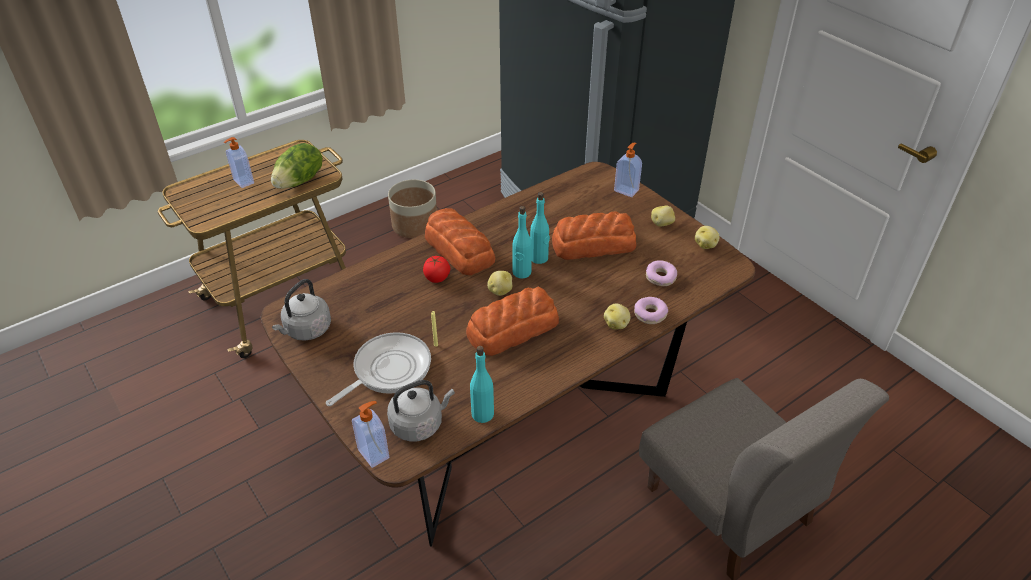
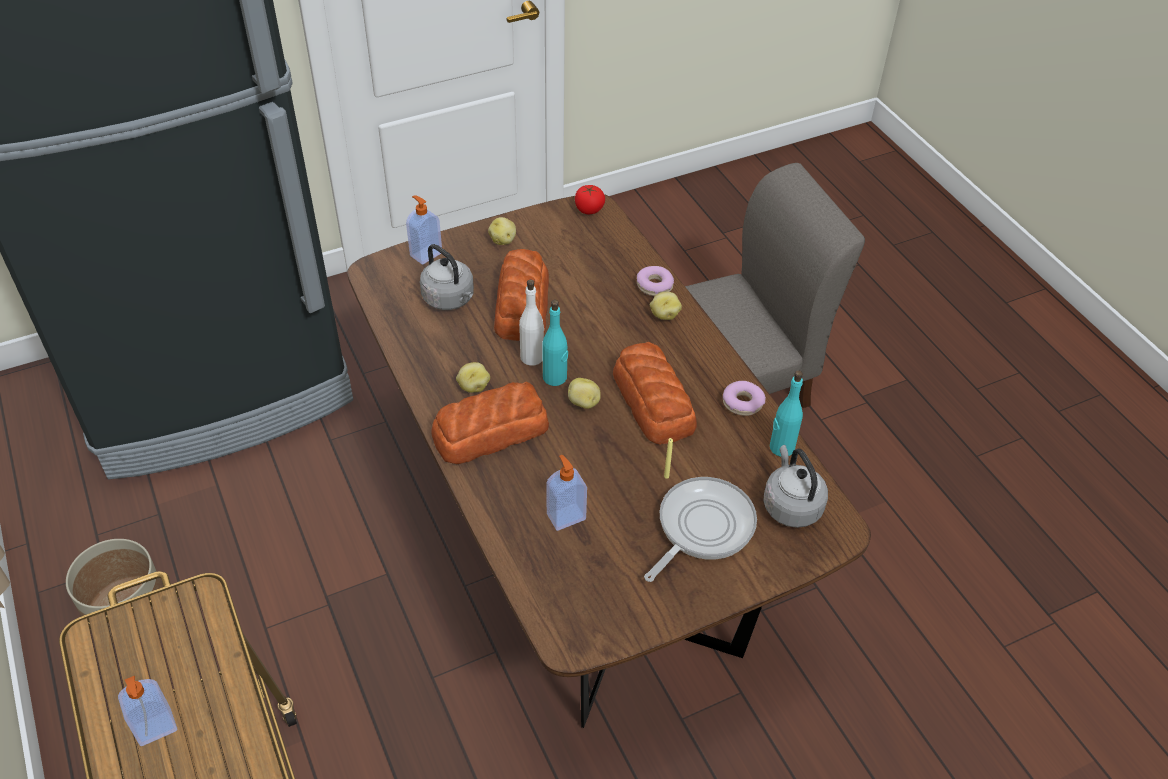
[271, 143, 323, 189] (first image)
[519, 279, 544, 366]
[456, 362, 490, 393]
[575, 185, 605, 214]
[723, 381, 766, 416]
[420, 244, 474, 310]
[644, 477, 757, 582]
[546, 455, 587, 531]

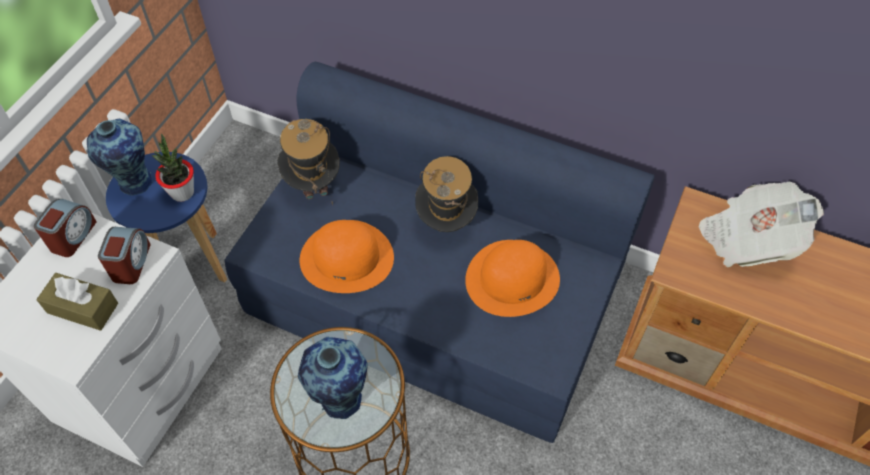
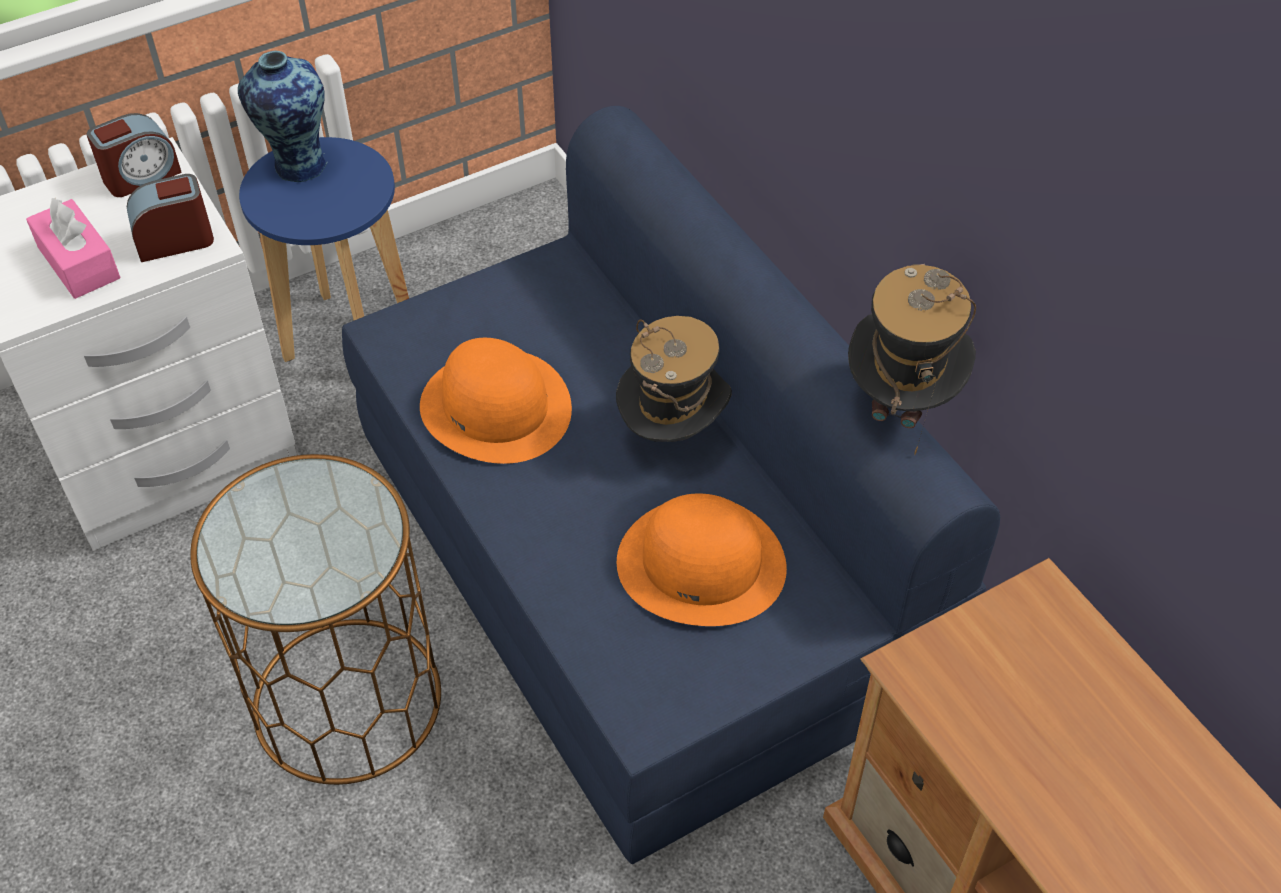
[848, 264, 976, 455]
[151, 134, 194, 202] (first image)
[698, 182, 824, 267] (first image)
[127, 174, 214, 262]
[26, 198, 121, 299]
[298, 337, 368, 419] (first image)

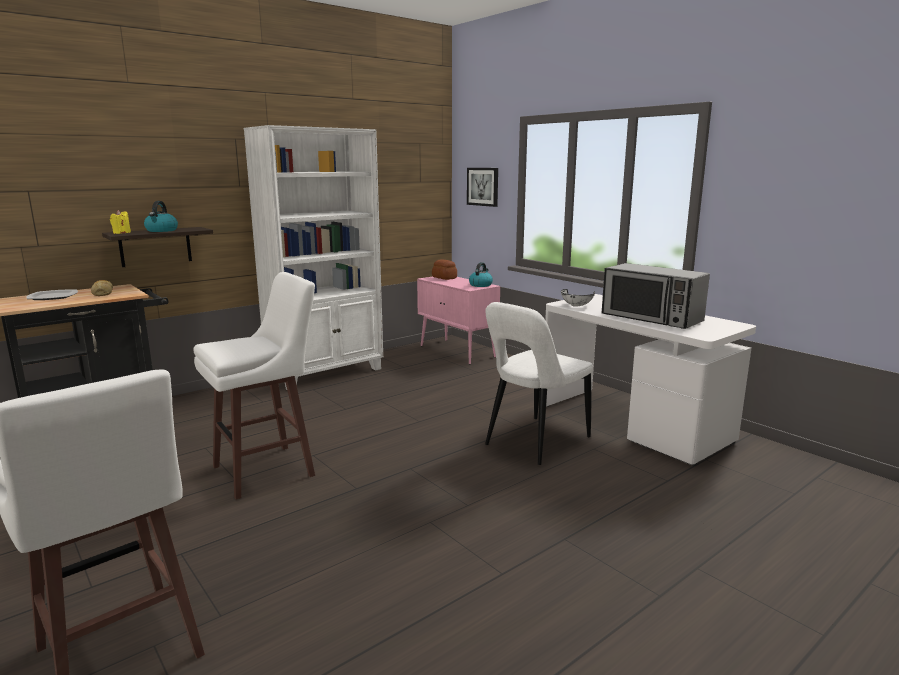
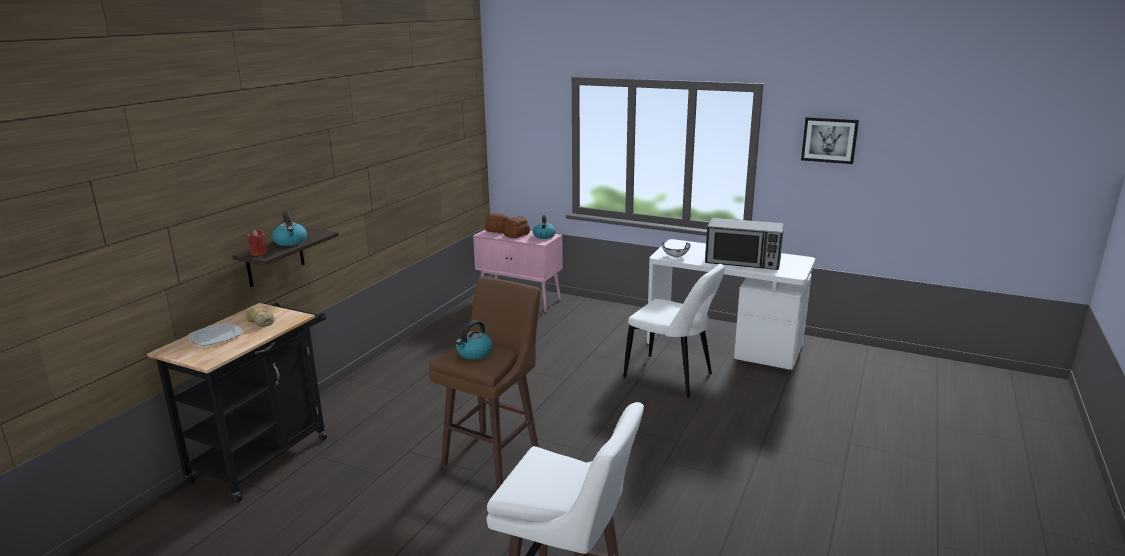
[244, 125, 383, 390] (first image)
[801, 117, 859, 164]
[247, 230, 268, 256]
[429, 276, 541, 487]
[623, 264, 725, 398]
[504, 216, 530, 238]
[456, 320, 492, 359]

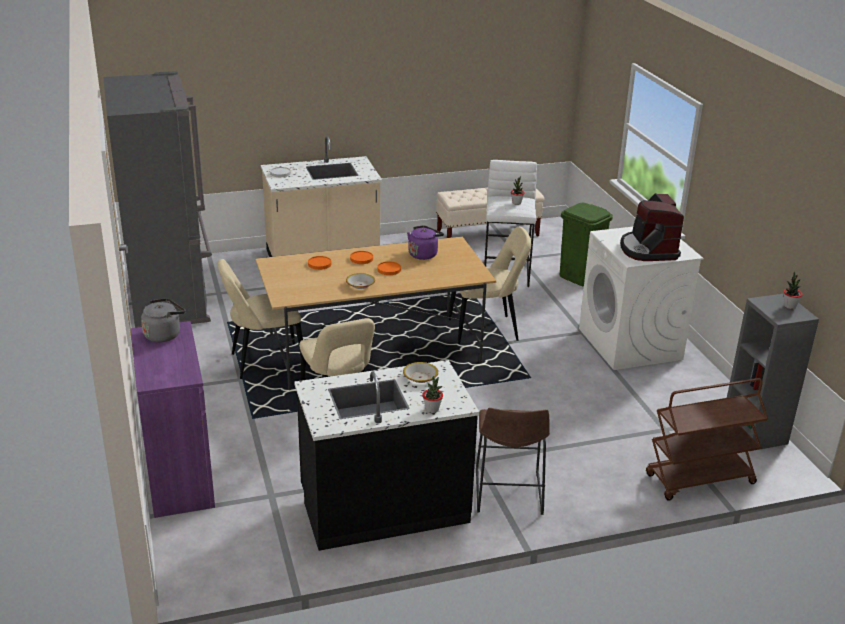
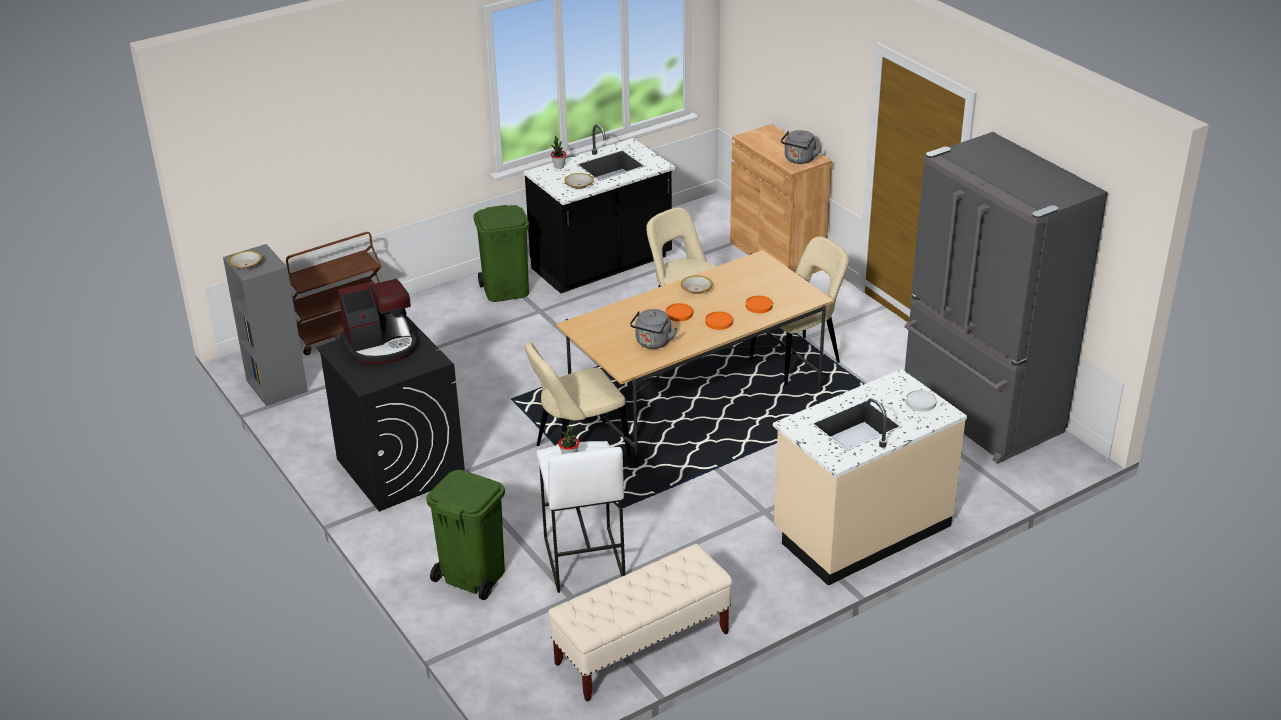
[338, 278, 417, 364]
[630, 309, 677, 349]
[316, 317, 465, 512]
[229, 251, 262, 269]
[730, 124, 832, 274]
[473, 205, 529, 302]

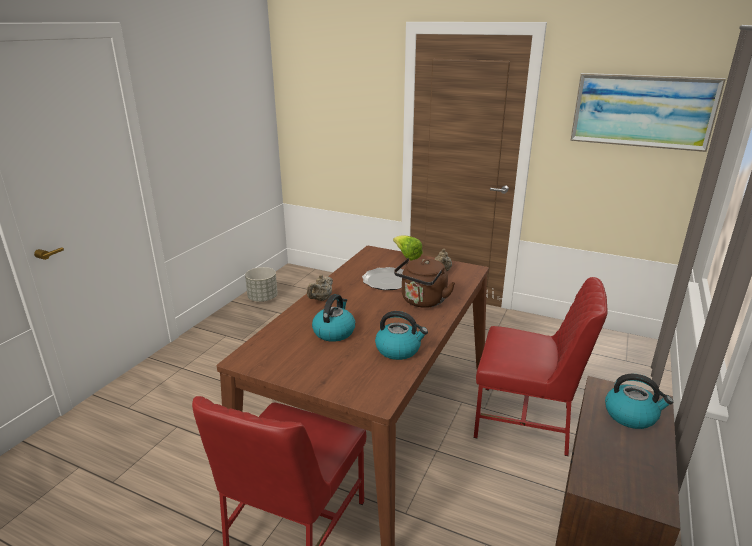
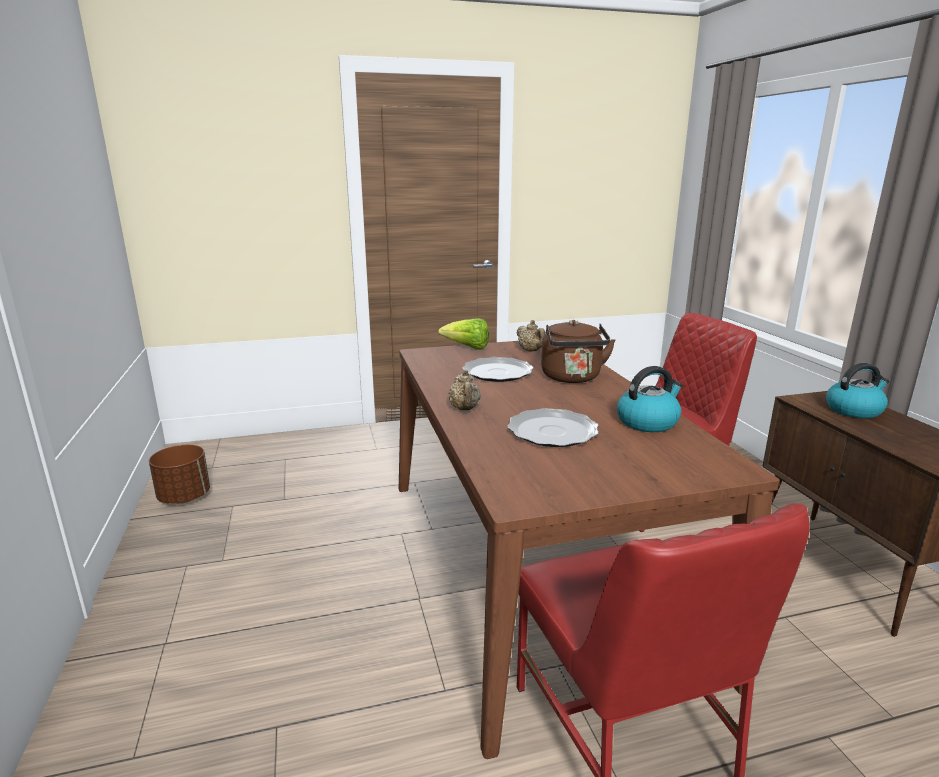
[570, 73, 726, 152] (first image)
[149, 445, 210, 504]
[507, 408, 599, 447]

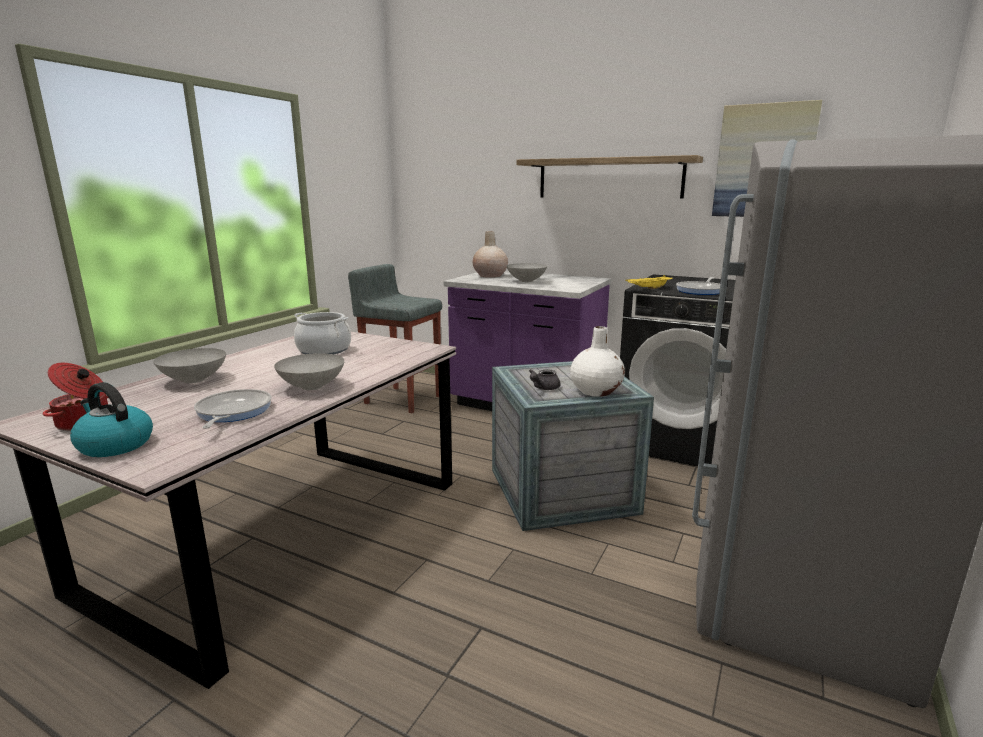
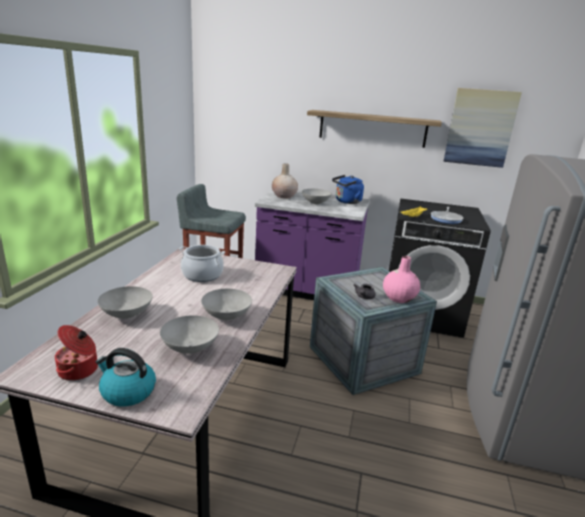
[383, 256, 420, 303]
[160, 315, 219, 354]
[332, 175, 364, 204]

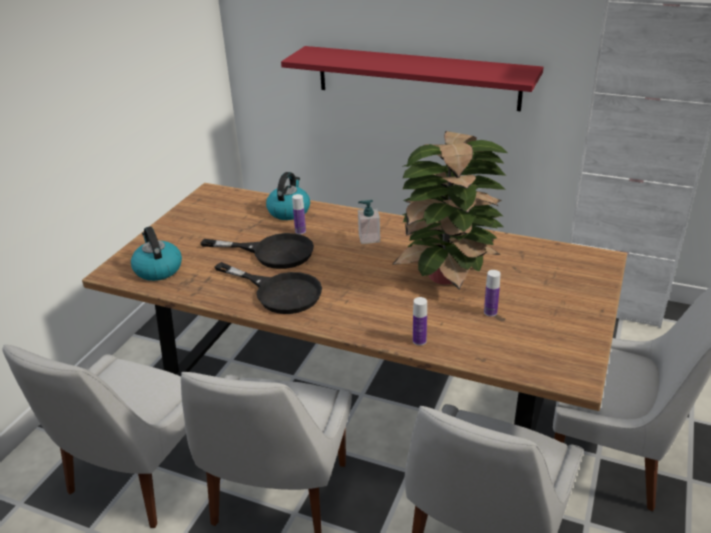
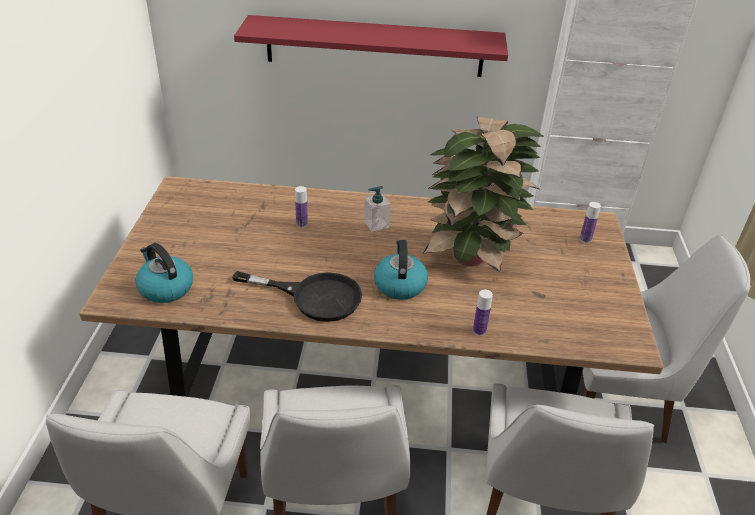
[374, 240, 428, 300]
[200, 233, 314, 269] (first image)
[580, 202, 601, 243]

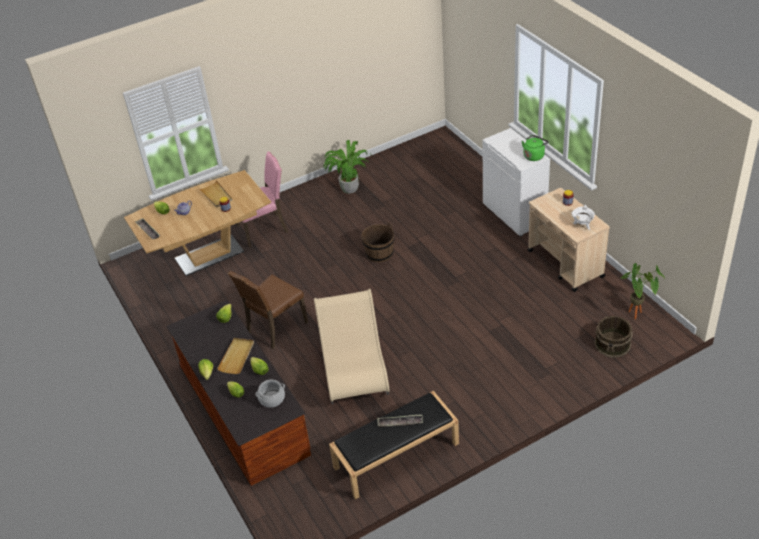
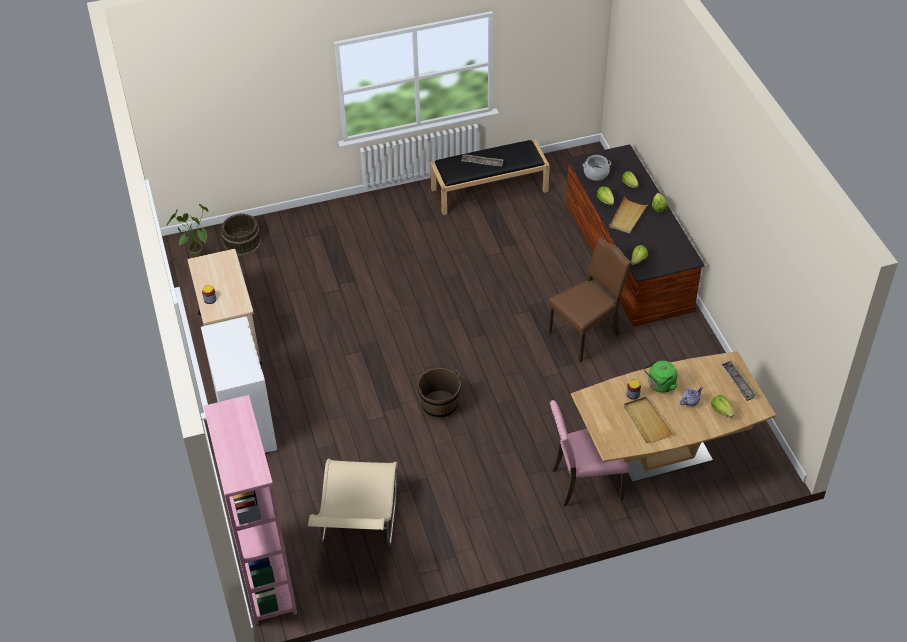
[644, 360, 677, 393]
[324, 140, 372, 194] (first image)
[571, 205, 595, 230] (first image)
[308, 458, 398, 546]
[203, 395, 297, 625]

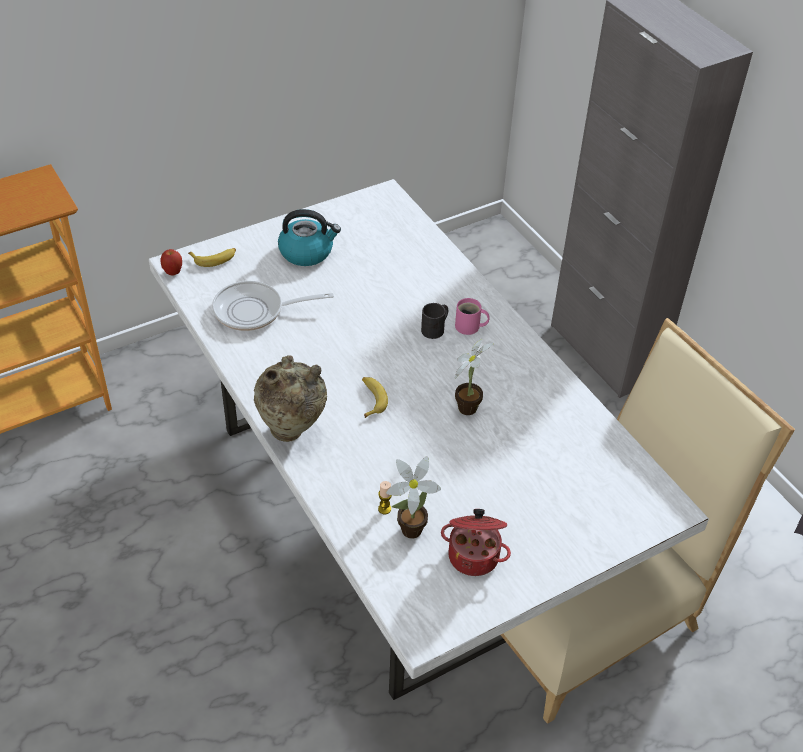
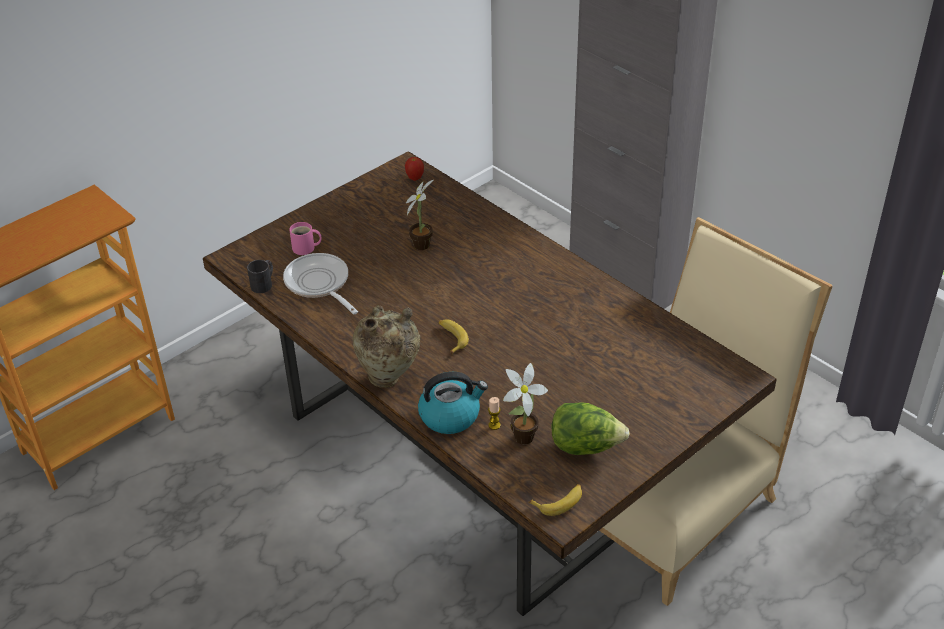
[203, 151, 776, 616]
[418, 372, 488, 434]
[528, 484, 582, 516]
[405, 157, 424, 181]
[283, 253, 358, 314]
[289, 222, 321, 255]
[247, 260, 273, 293]
[406, 180, 433, 250]
[551, 402, 630, 455]

